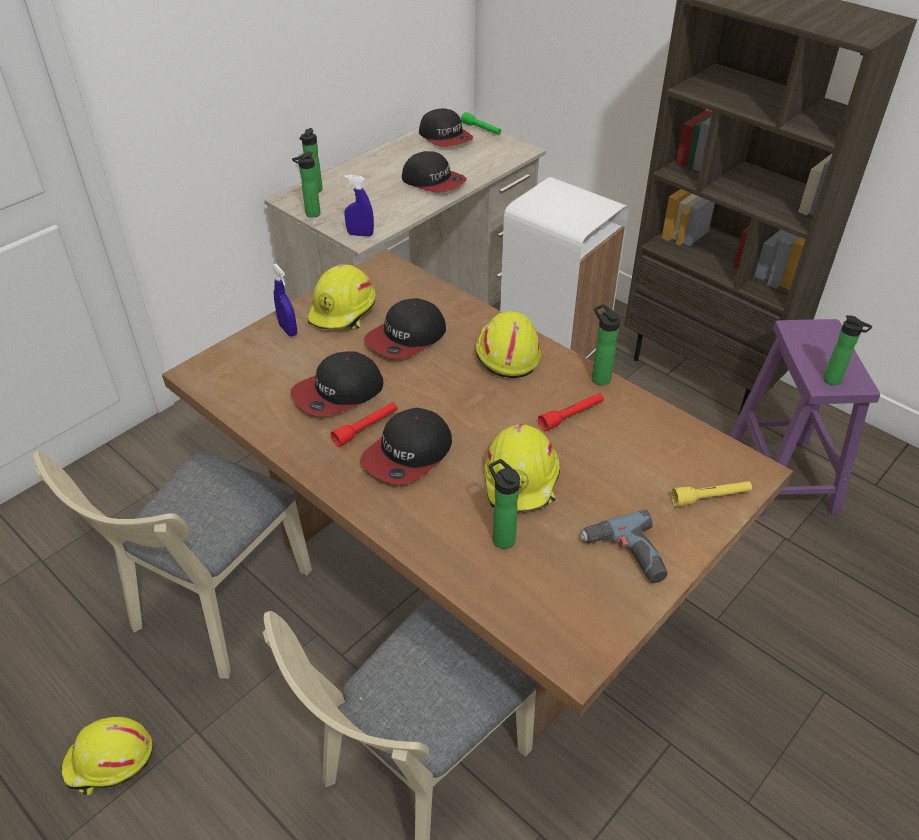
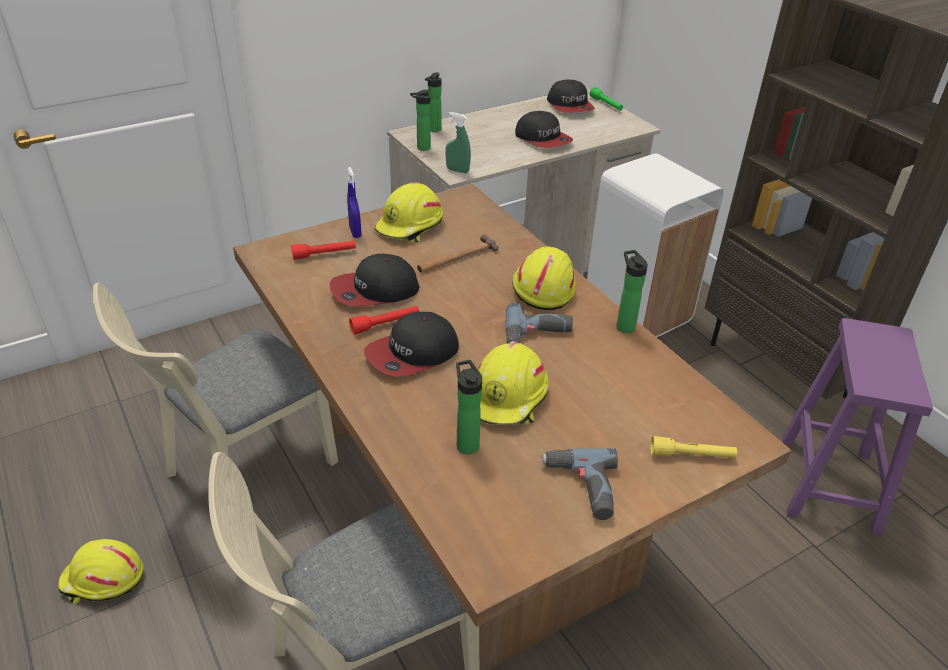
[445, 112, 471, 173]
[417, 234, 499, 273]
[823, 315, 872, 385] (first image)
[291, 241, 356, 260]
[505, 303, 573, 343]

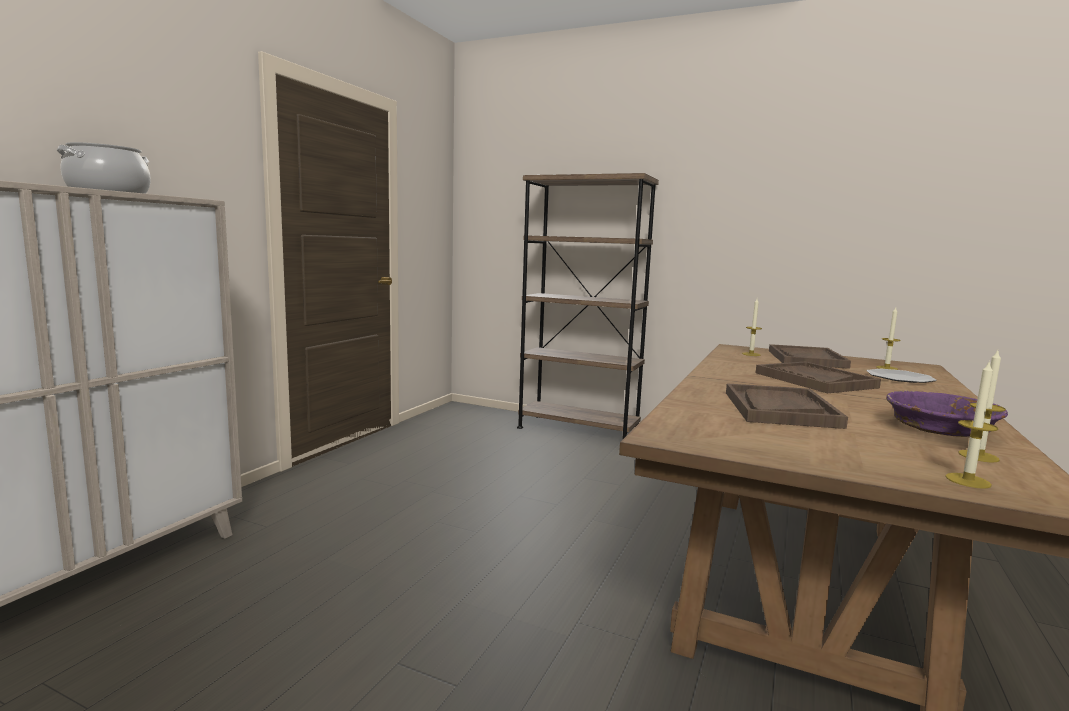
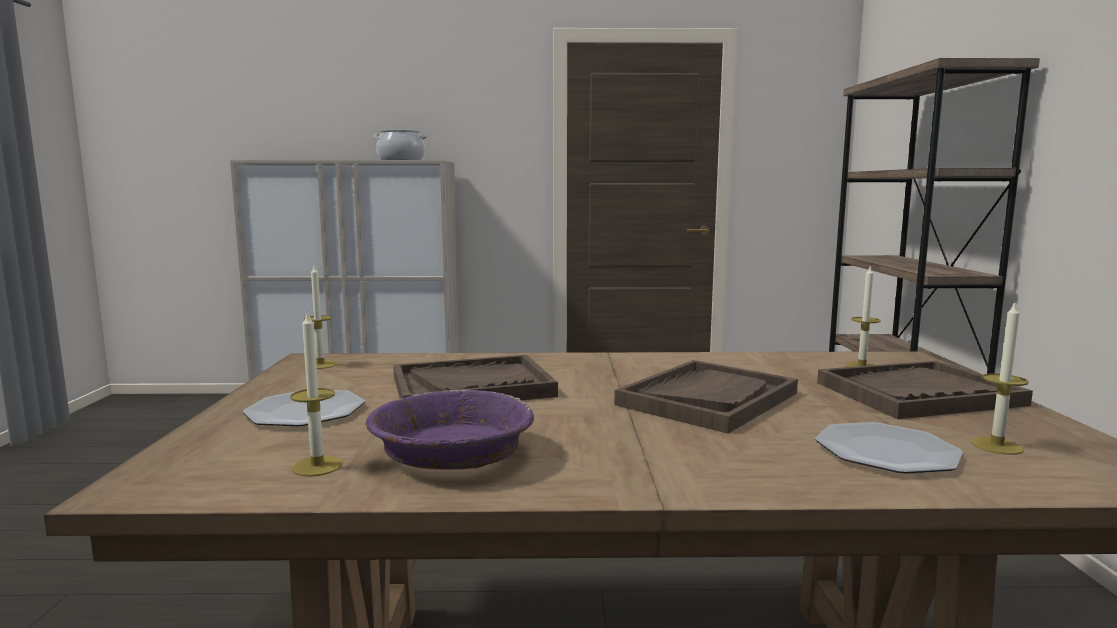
[303, 266, 337, 369]
[243, 390, 365, 426]

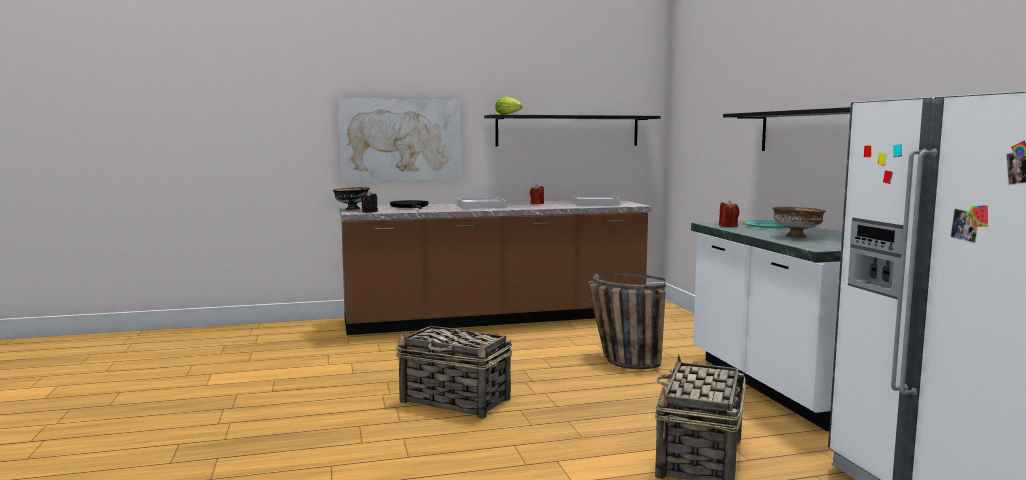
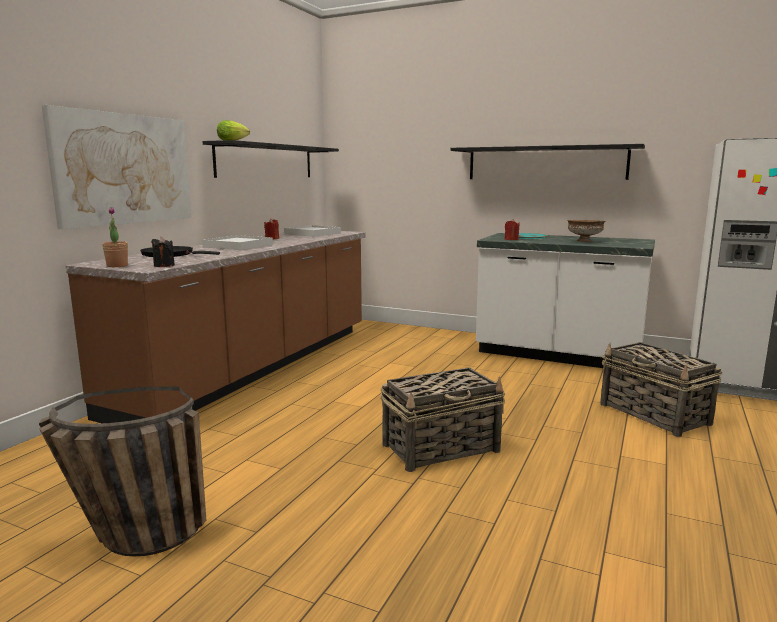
[102, 207, 128, 267]
[39, 387, 206, 556]

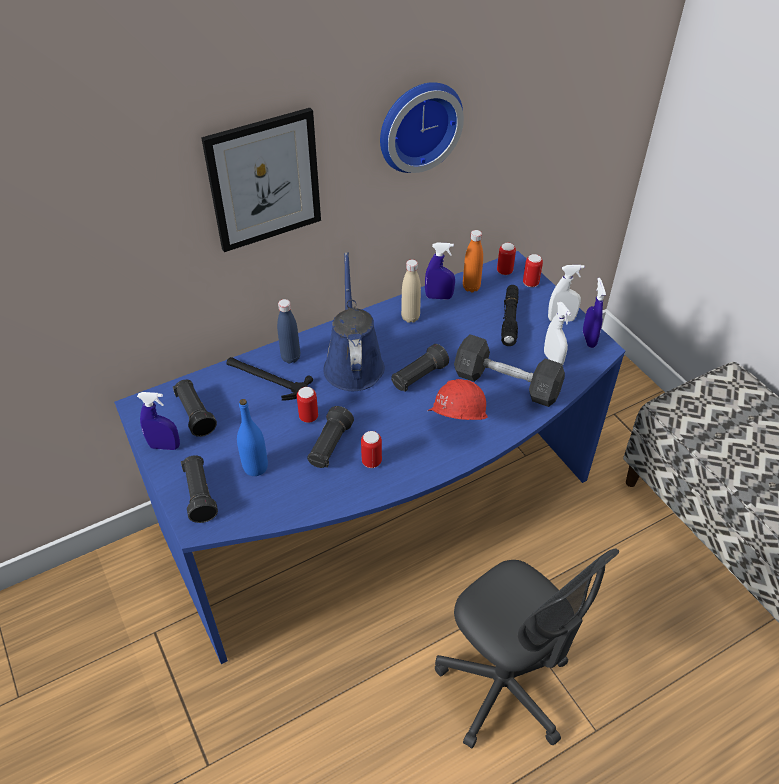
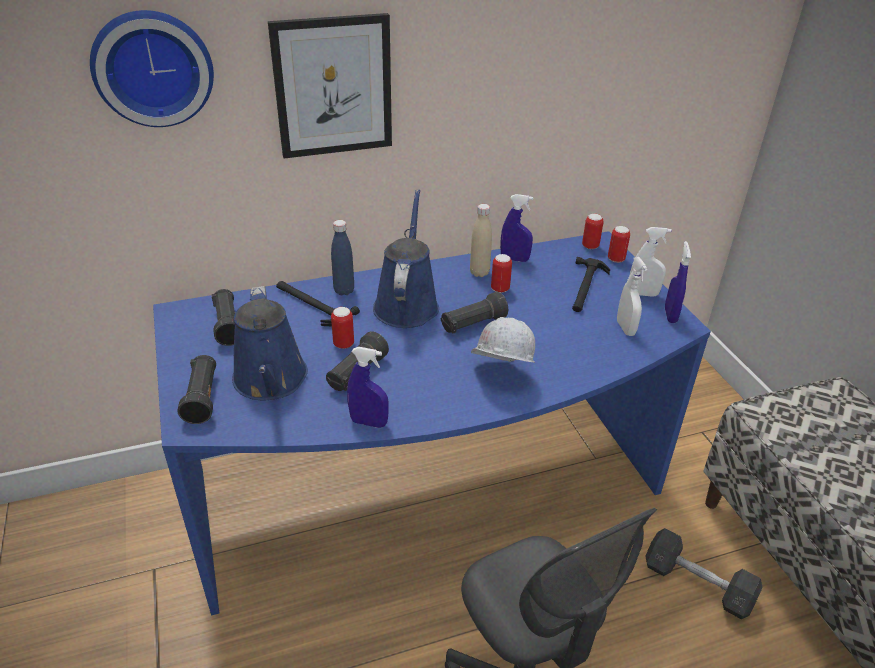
[90, 10, 214, 127]
[463, 230, 483, 292] (first image)
[572, 257, 610, 312]
[645, 528, 763, 619]
[471, 317, 535, 363]
[347, 347, 389, 428]
[232, 286, 308, 400]
[491, 254, 512, 293]

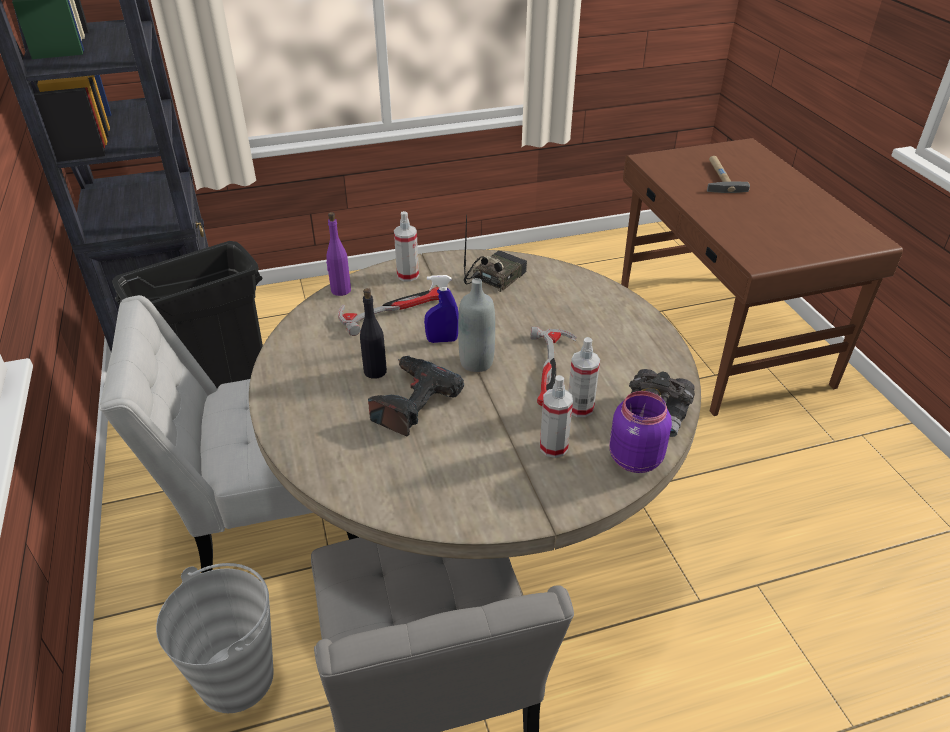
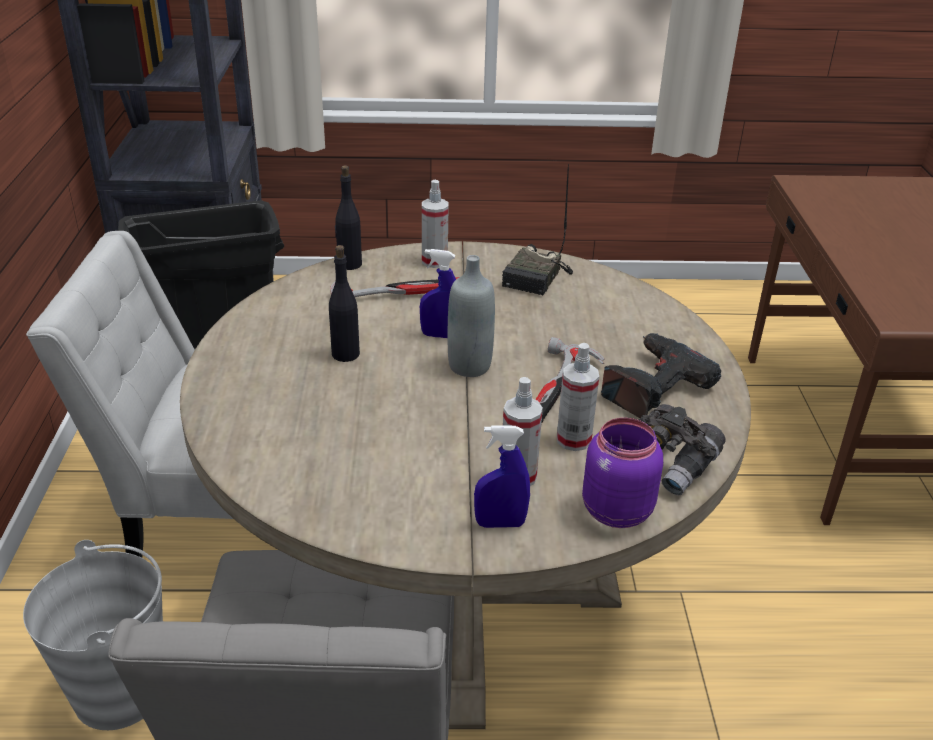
[707, 156, 750, 193] (first image)
[335, 165, 362, 270]
[502, 164, 573, 295]
[601, 333, 721, 418]
[474, 425, 530, 528]

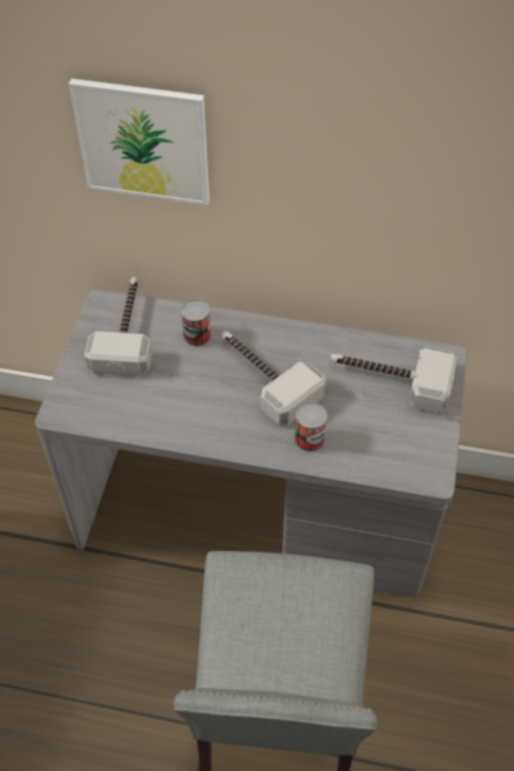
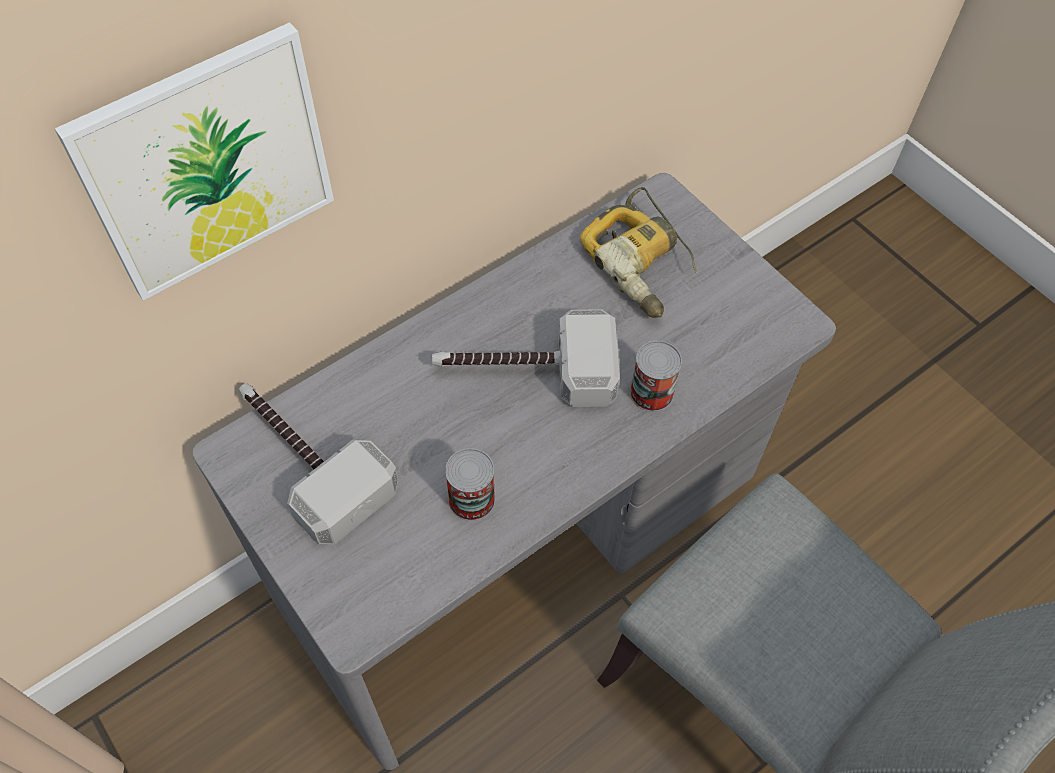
[445, 448, 495, 521]
[580, 187, 698, 318]

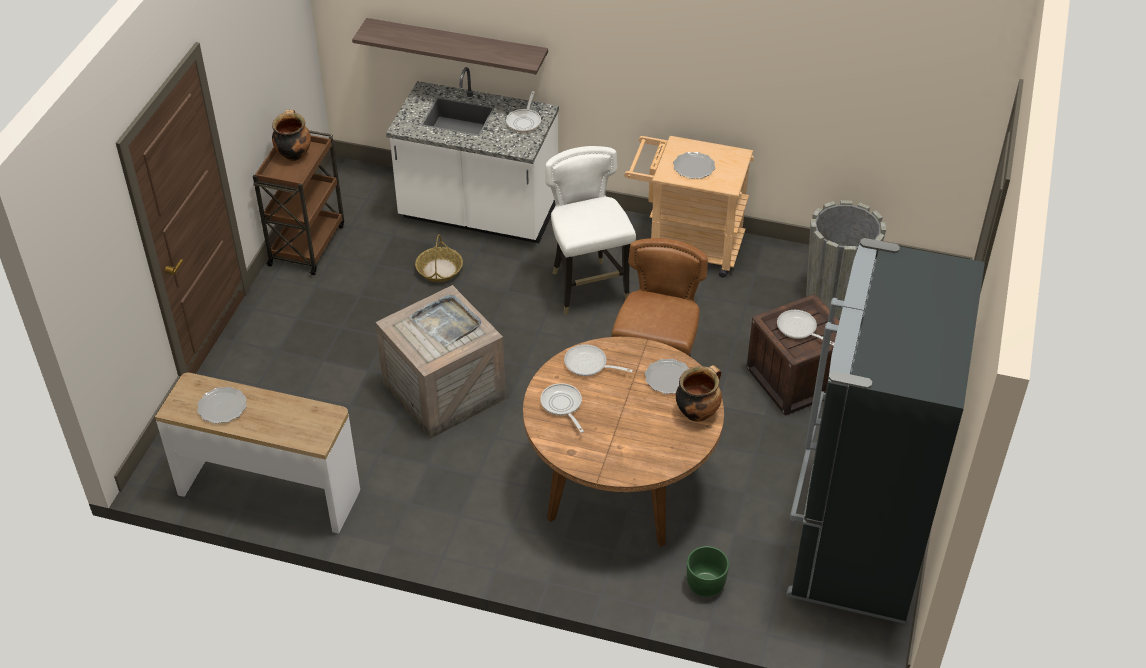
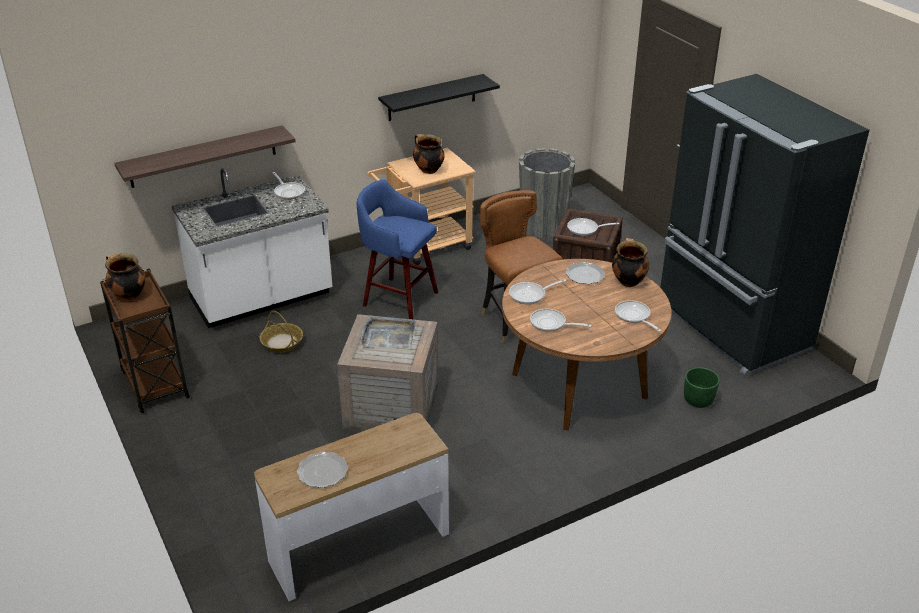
[357, 180, 438, 319]
[413, 134, 445, 174]
[378, 74, 500, 121]
[615, 300, 662, 332]

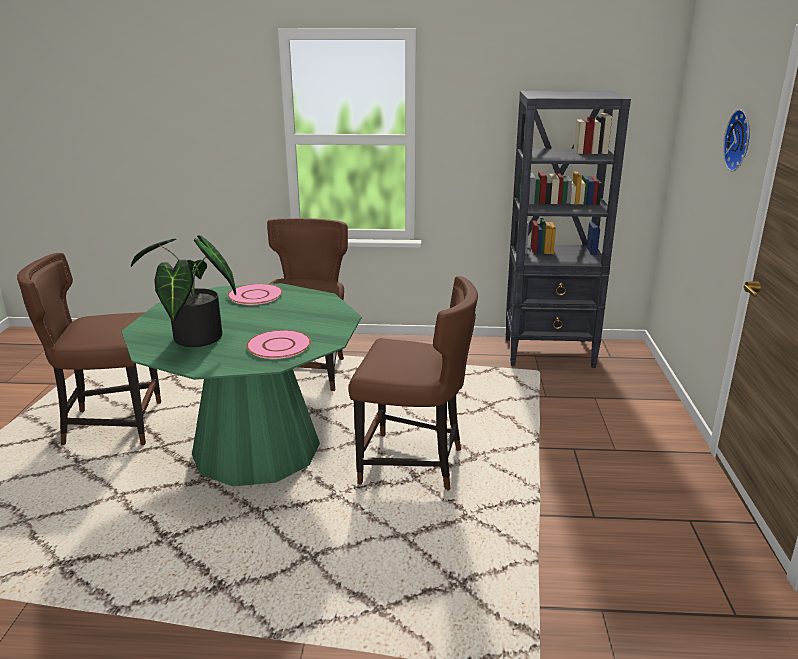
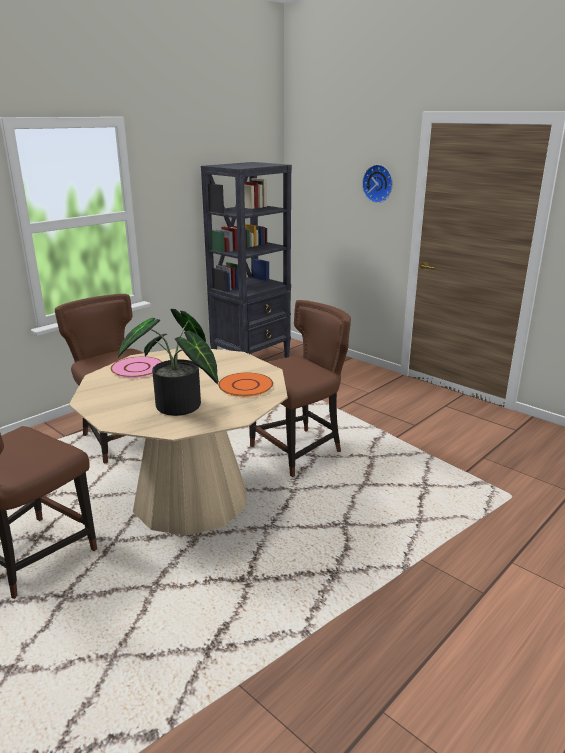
[69, 348, 288, 536]
[218, 372, 273, 397]

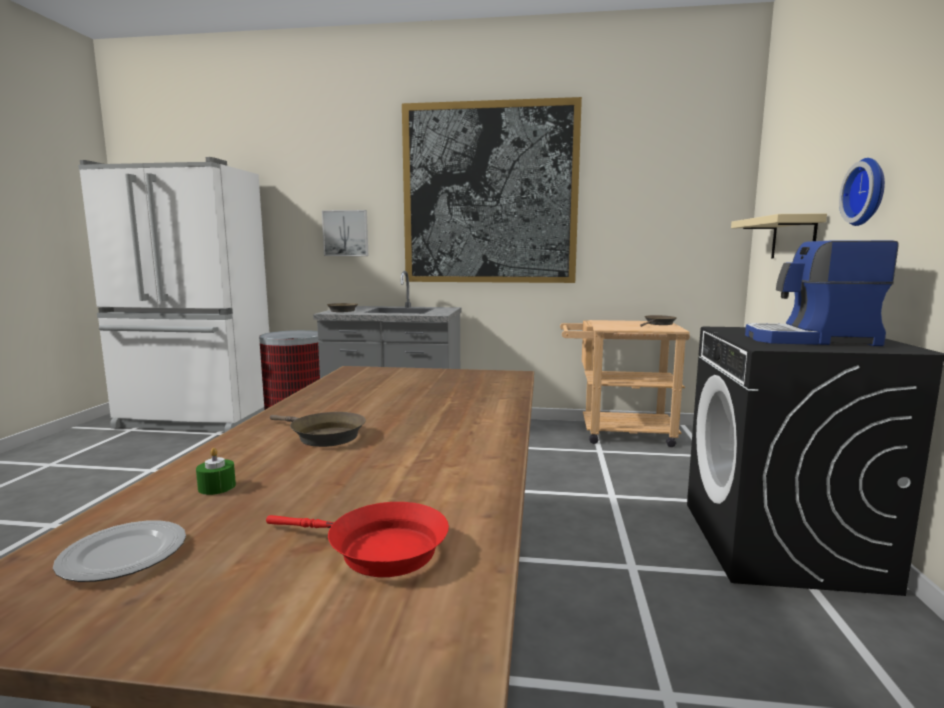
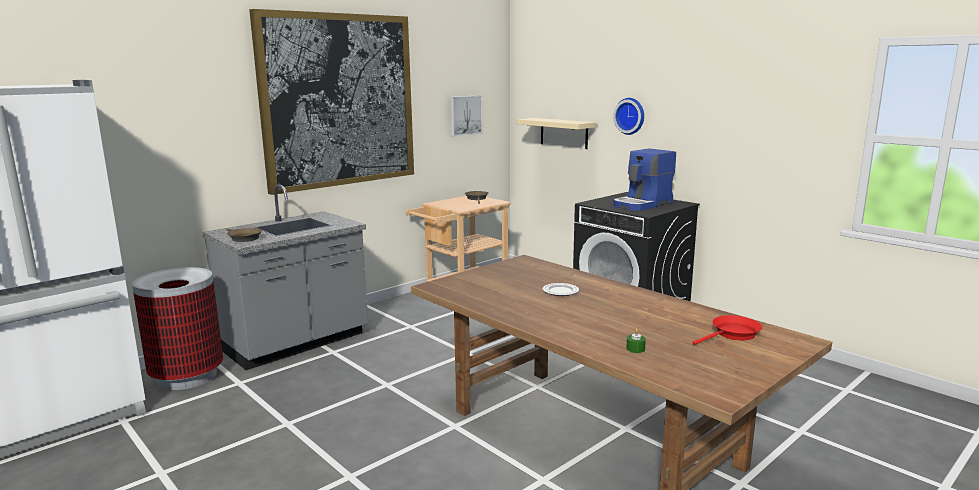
[450, 95, 482, 136]
[270, 412, 366, 447] (first image)
[543, 283, 579, 296]

